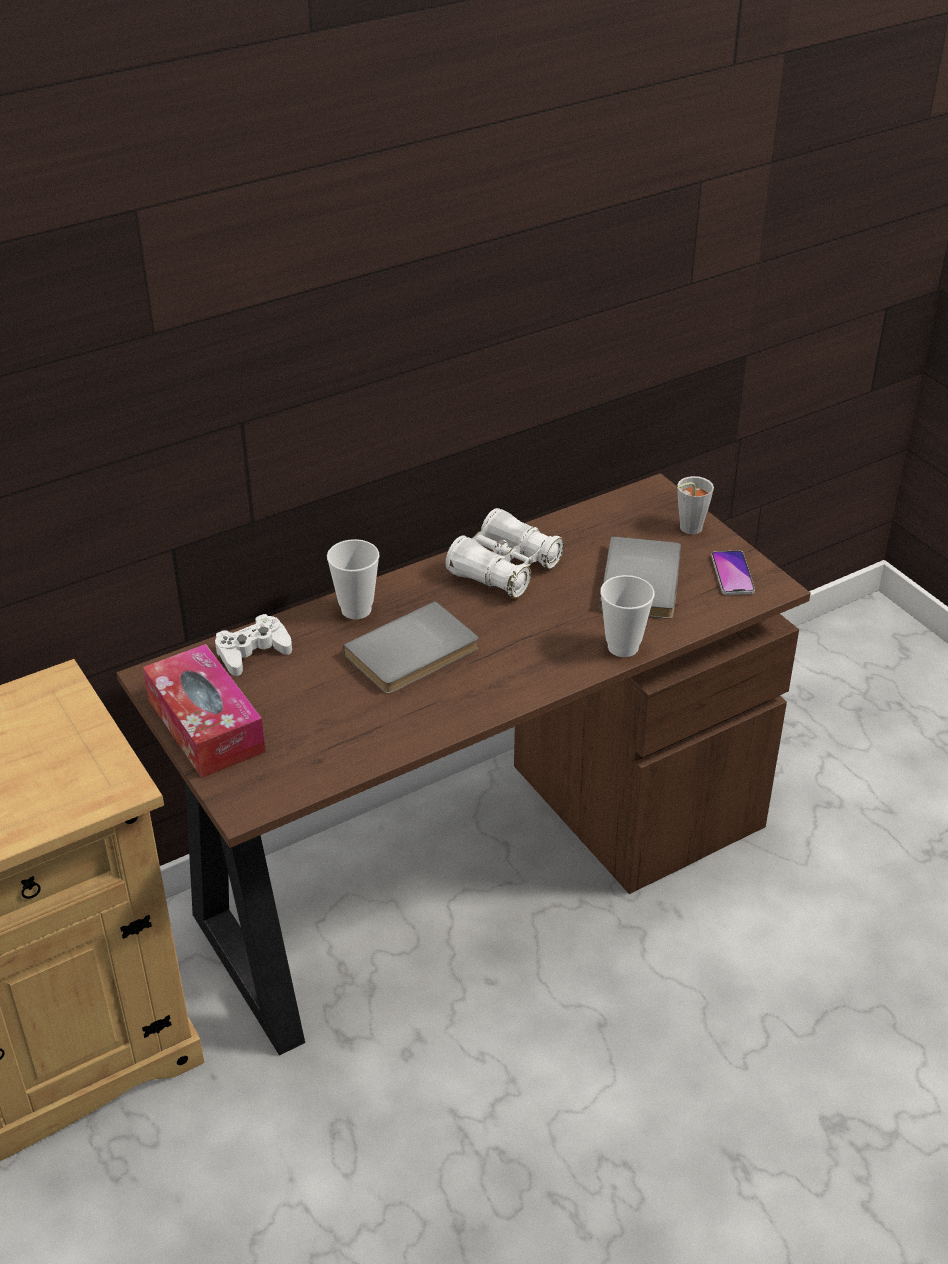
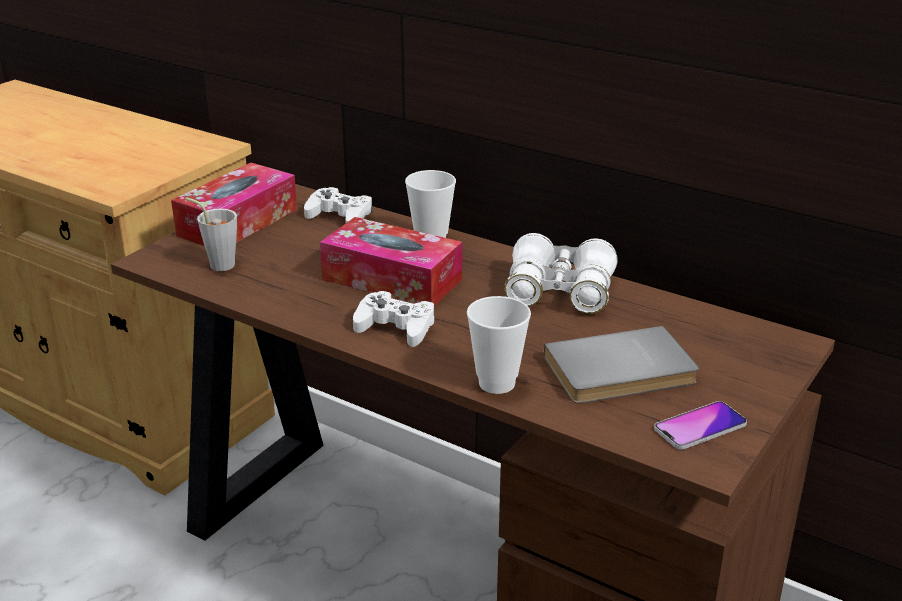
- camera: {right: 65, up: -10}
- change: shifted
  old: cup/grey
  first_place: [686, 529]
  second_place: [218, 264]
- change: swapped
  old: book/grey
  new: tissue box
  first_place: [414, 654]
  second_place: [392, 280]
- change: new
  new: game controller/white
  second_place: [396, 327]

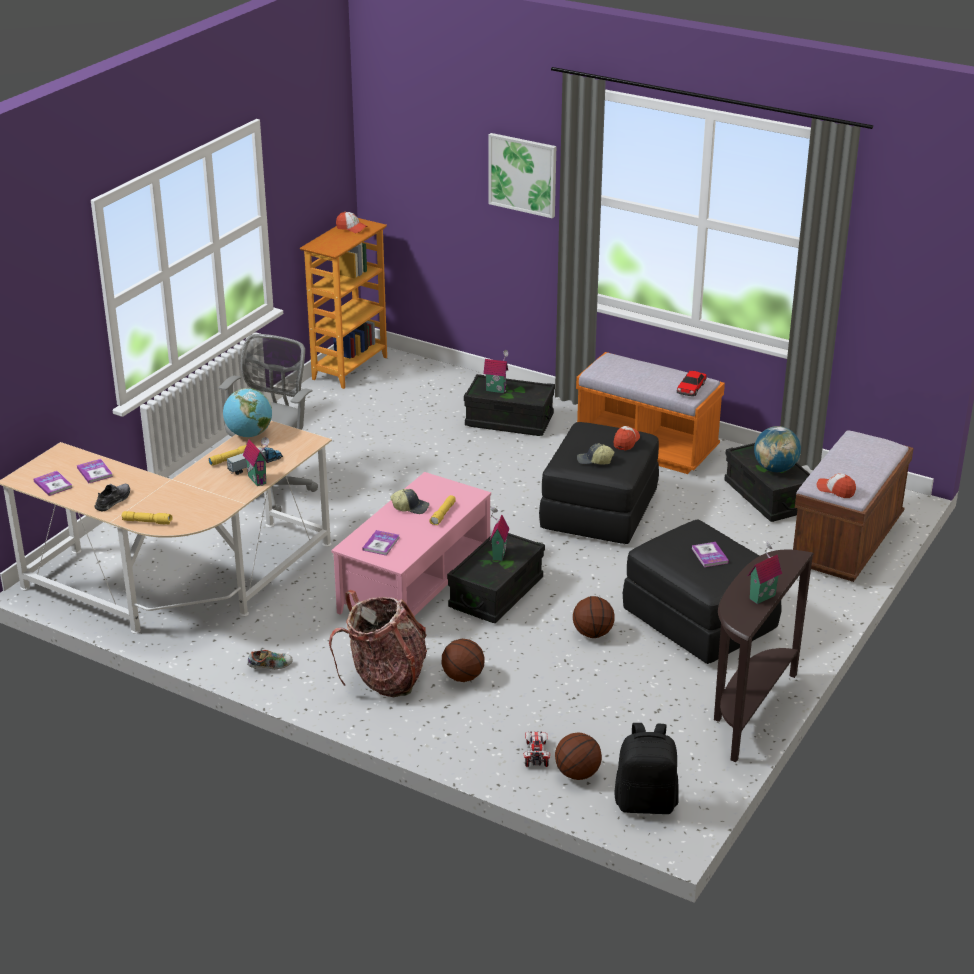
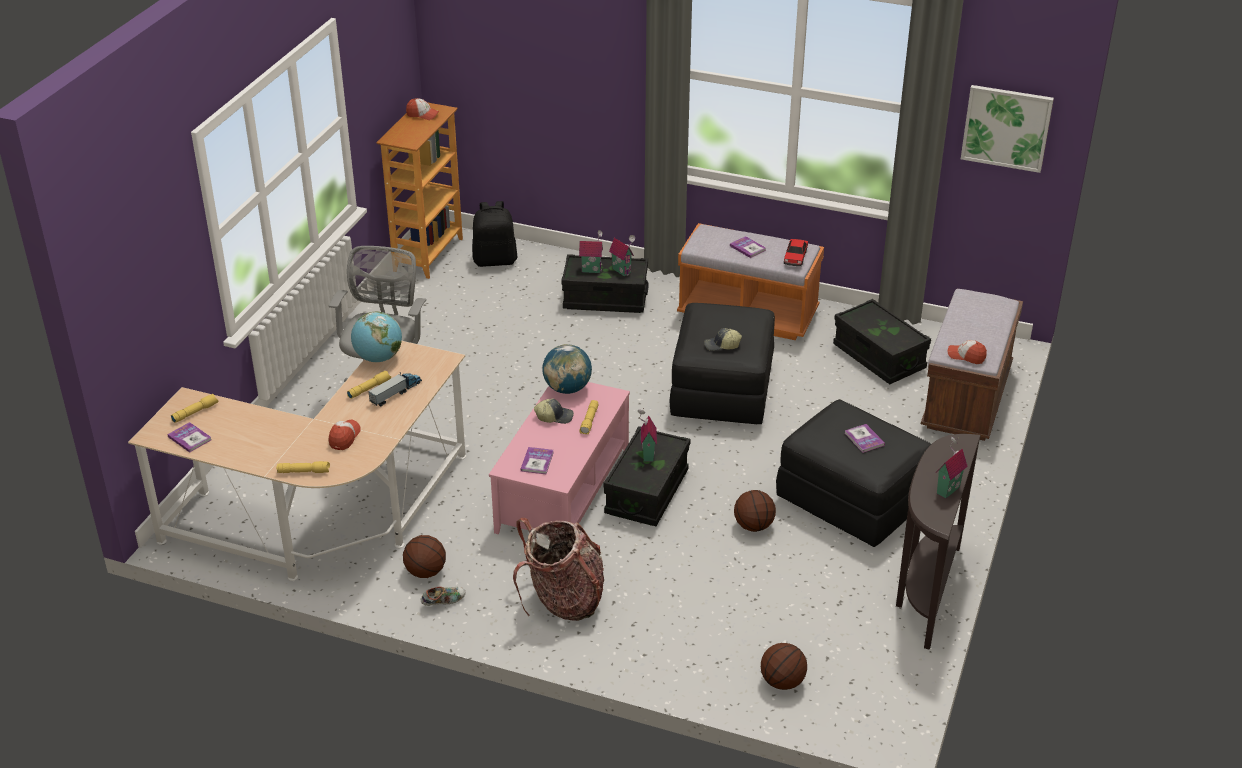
- camera: {right: -10, up: 5}
- change: new
  new: flashlight/yellow
  second_place: [195, 412]
- change: shifted
  old: cap
  first_place: [626, 441]
  second_place: [344, 437]
- change: shifted
  old: basketball
  first_place: [463, 677]
  second_place: [426, 572]
- change: shifted
  old: backpack/black
  first_place: [646, 802]
  second_place: [495, 260]
- change: shifted
  old: globe
  first_place: [775, 469]
  second_place: [567, 389]
- change: shifted
  old: toy house
  first_place: [258, 479]
  second_place: [622, 270]
- change: shifted
  old: book
  first_place: [95, 472]
  second_place: [748, 248]
- change: shifted
  old: picture
  first_place: [523, 174]
  second_place: [1006, 127]
- change: gone
  old: shoe/grey
  first_place: [113, 500]
- change: gone
  old: toy car
  first_place: [536, 754]

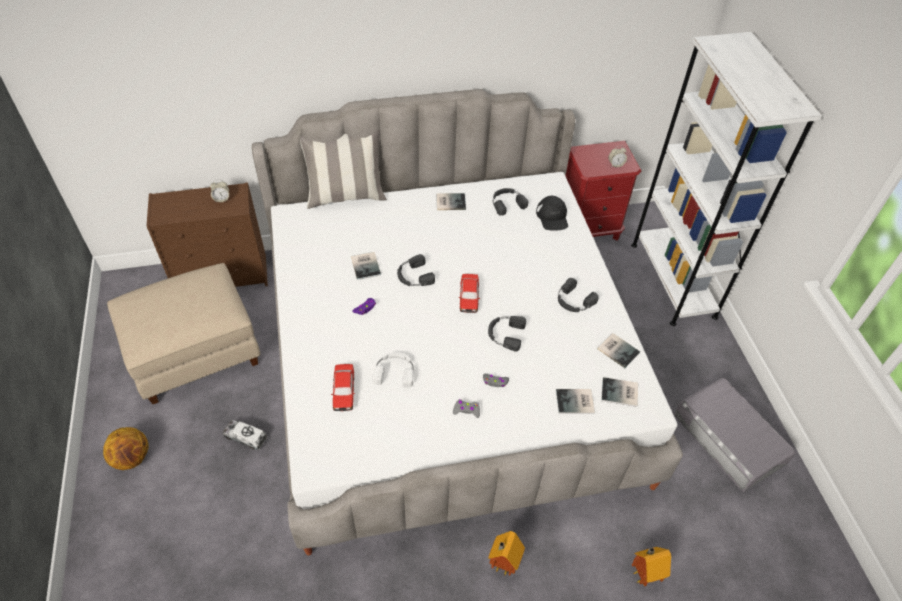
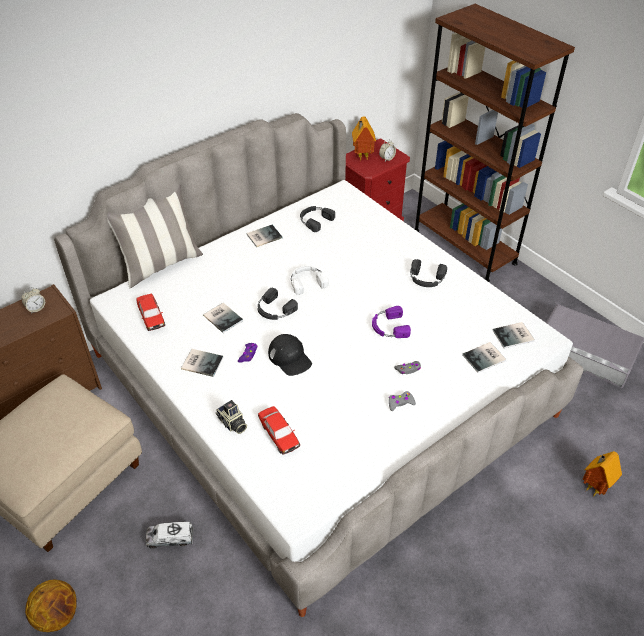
- camera: {right: -25, up: -5}
- change: shifted
  old: toy car
  first_place: [469, 297]
  second_place: [151, 316]
- change: shifted
  old: book
  first_place: [618, 349]
  second_place: [202, 362]
- change: new
  new: photo camera
  second_place: [232, 423]
- change: shifted
  old: cap/black
  first_place: [552, 217]
  second_place: [290, 358]
- change: shifted
  old: headphones/white
  first_place: [395, 371]
  second_place: [307, 281]
- change: shifted
  old: toy house
  first_place: [502, 563]
  second_place: [361, 156]
- change: repainted
  old: headphones/black
  new: headphones/purple
  first_place: [505, 334]
  second_place: [389, 327]
- change: repainted
  old: bookcase/white
  new: bookcase/brown
  first_place: [673, 280]
  second_place: [464, 246]

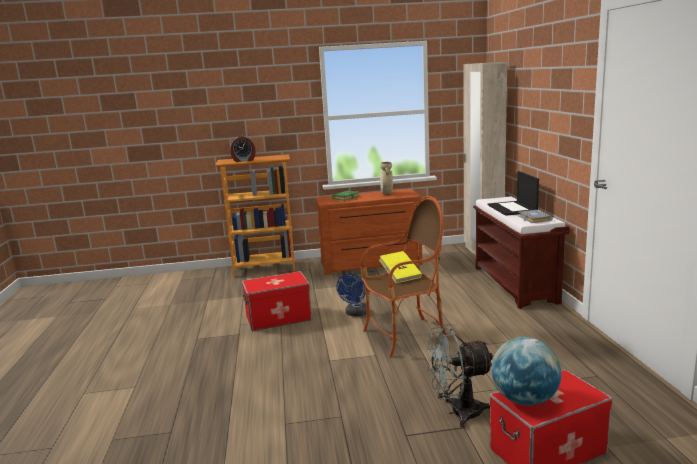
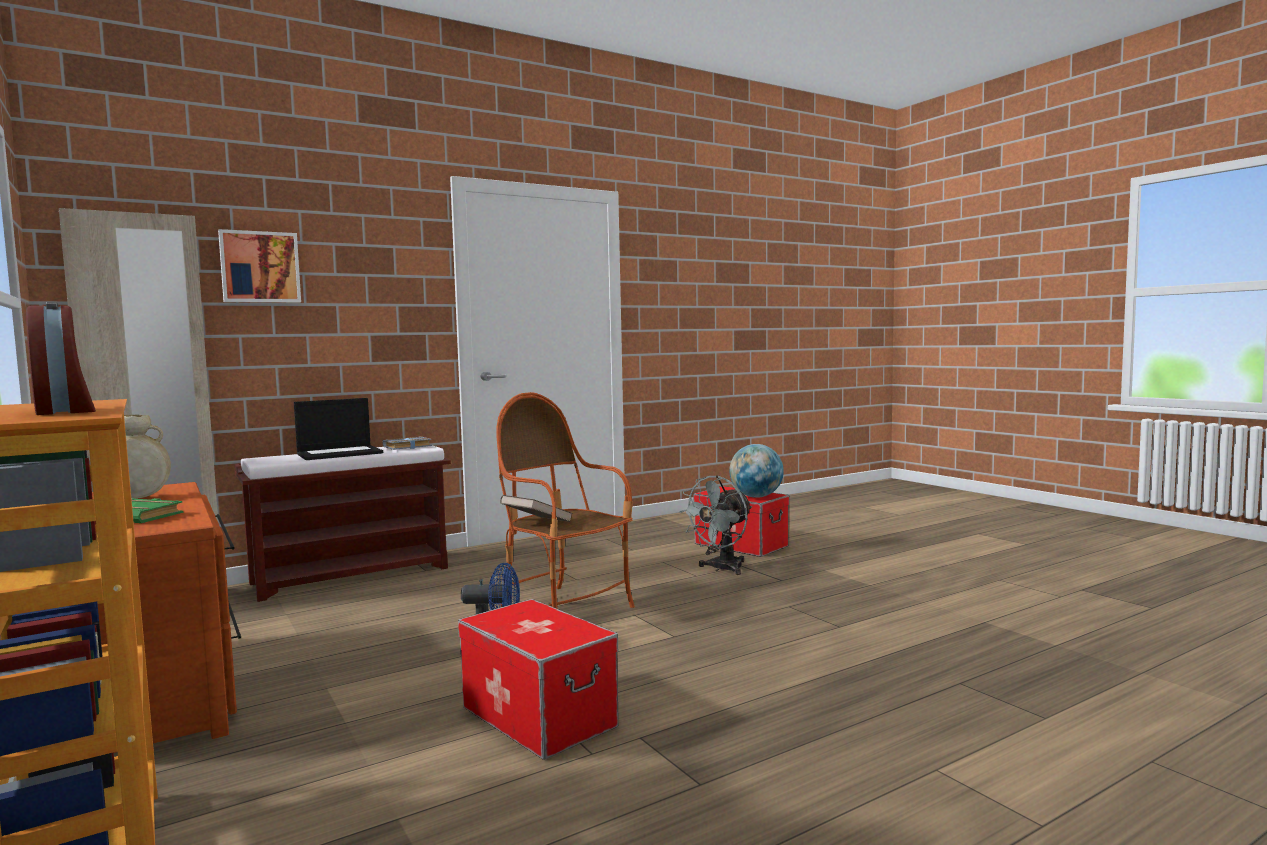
- camera: {right: -115, up: -10}
- change: new
  new: picture
  second_place: [260, 267]
- change: repainted
  old: book/yellow
  new: book/brown
  first_place: [400, 276]
  second_place: [537, 524]
- change: rotated
  old: fan/grey
  first_place: [458, 413]
  second_place: [721, 569]
  degrees: 75

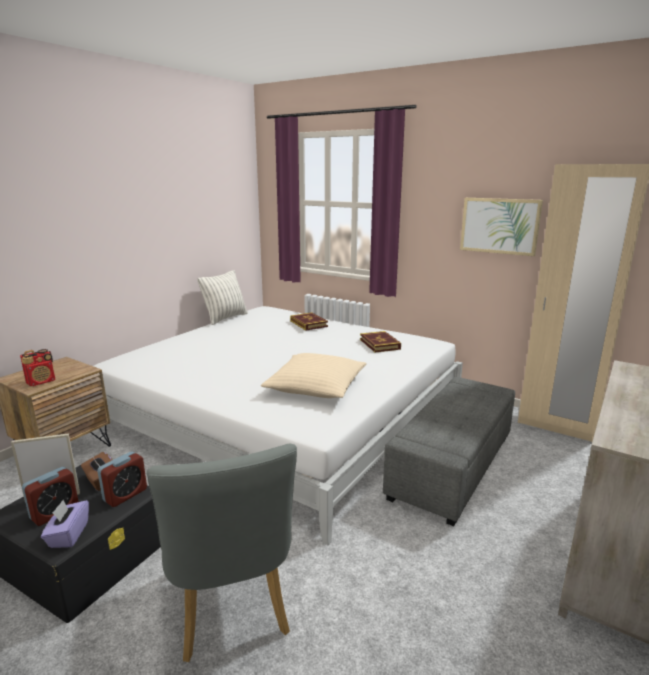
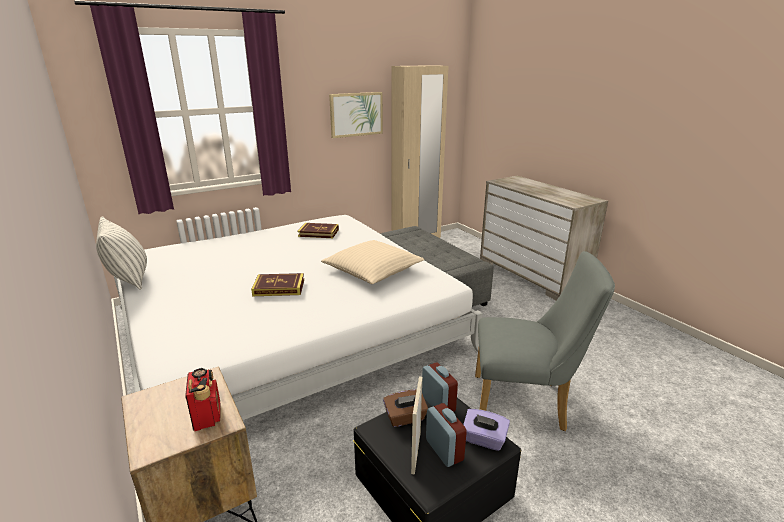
- camera: {right: -65, up: 5}
- change: shifted
  old: book
  first_place: [308, 323]
  second_place: [279, 288]

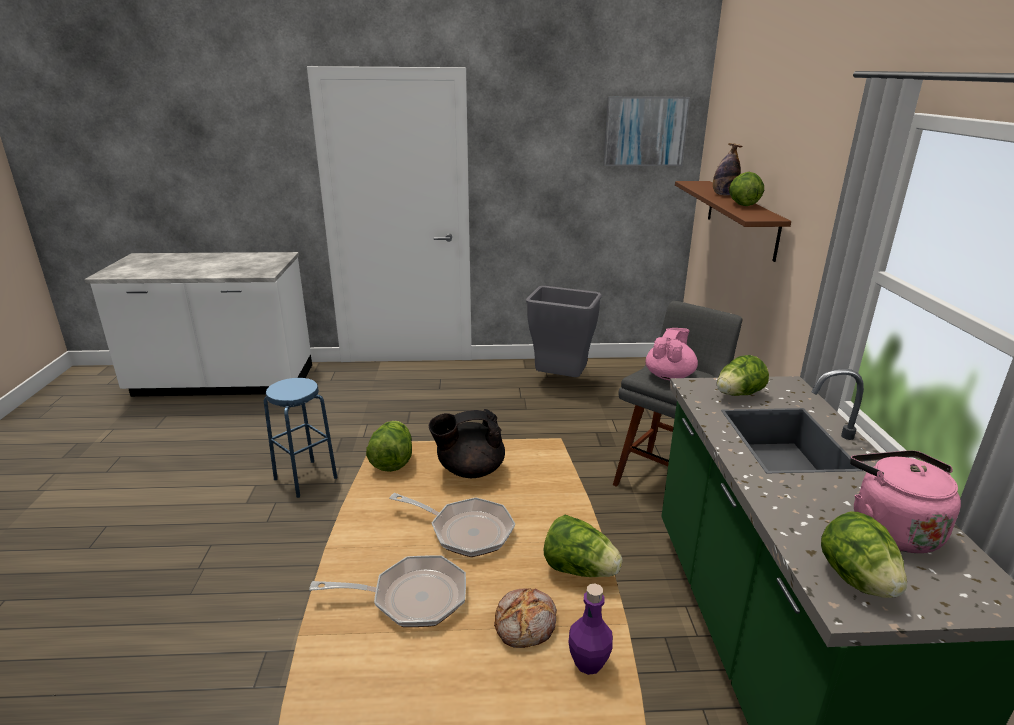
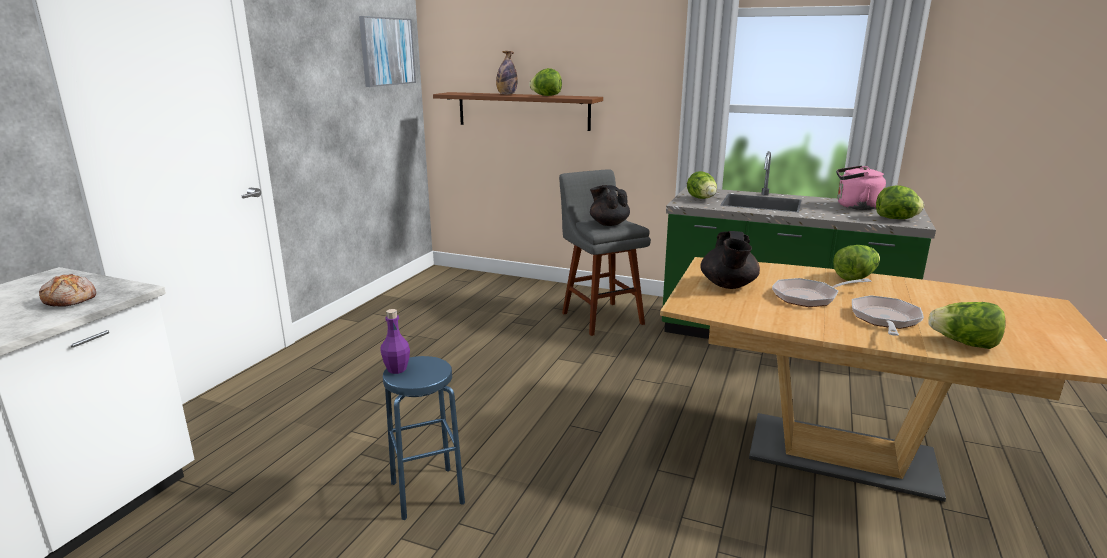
- camera: {right: -65, up: -5}
- change: shifted
  old: bread
  first_place: [526, 624]
  second_place: [71, 300]
- change: shifted
  old: bottle/purple
  first_place: [588, 663]
  second_place: [397, 369]
- change: repainted
  old: teapot/pink
  new: teapot/black
  first_place: [669, 376]
  second_place: [608, 224]
- change: rotated
  old: frying pan
  first_place: [465, 531]
  second_place: [809, 297]
  degrees: -150
- change: shifted
  old: lettuce
  first_place: [392, 460]
  second_place: [964, 343]
- change: gone
  old: trash can/grey
  first_place: [561, 381]

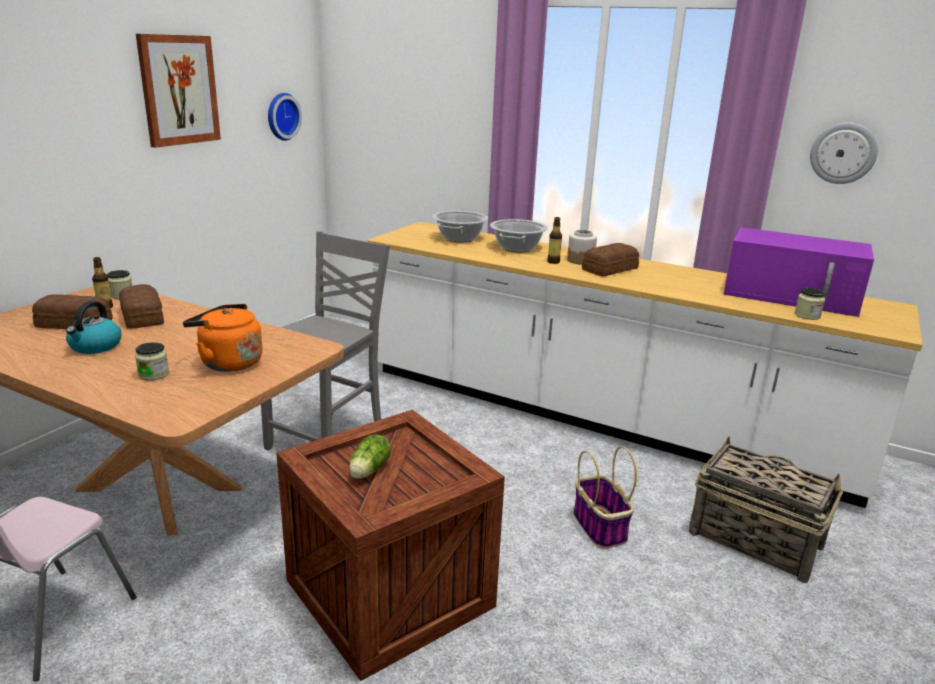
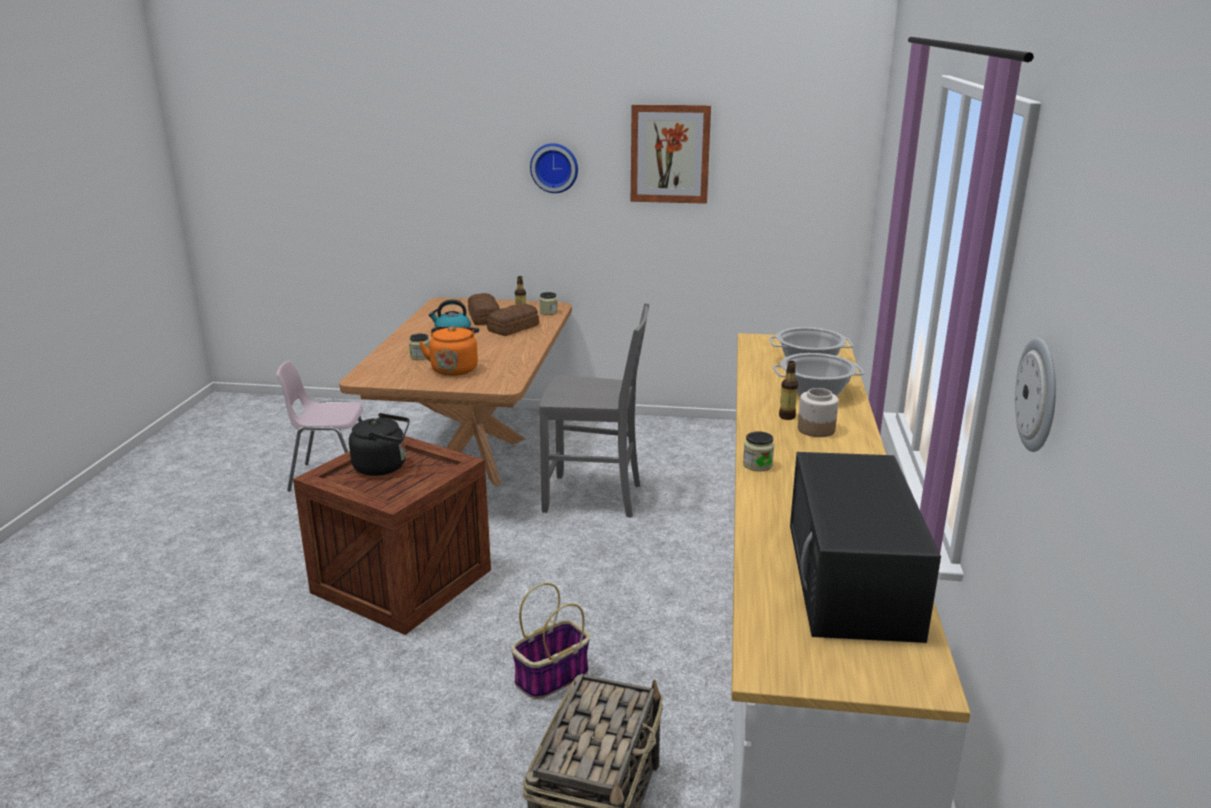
- camera: {right: 70, up: 0}
- change: swapped
  old: lettuce
  new: kettle/black
  first_place: [368, 471]
  second_place: [384, 467]
- change: shifted
  old: wall clock
  first_place: [281, 116]
  second_place: [554, 167]
- change: shifted
  old: jar
  first_place: [807, 315]
  second_place: [757, 465]
- change: repainted
  old: microwave/purple
  new: microwave/black
  first_place: [792, 296]
  second_place: [852, 580]
- change: gone
  old: bread
  first_place: [608, 269]

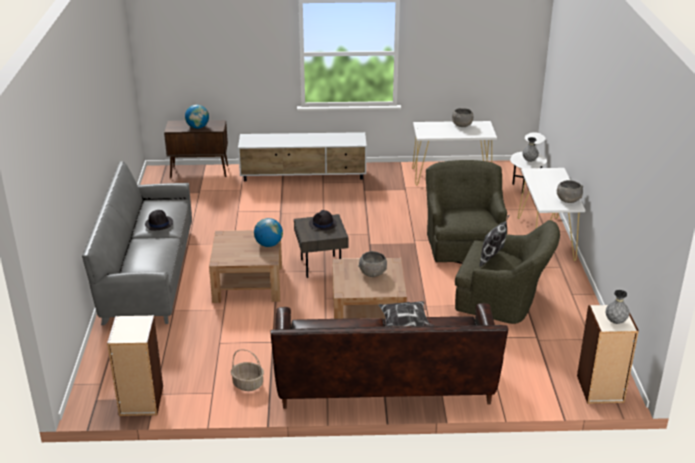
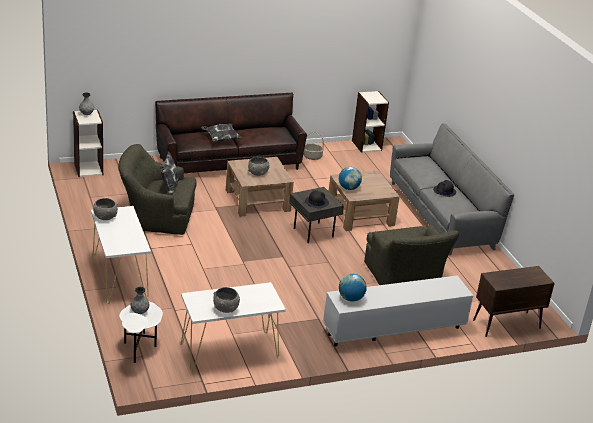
- camera: {right: 160, up: 0}
- change: shifted
  old: globe
  first_place: [198, 127]
  second_place: [350, 298]
- change: shifted
  old: armchair/green
  first_place: [463, 244]
  second_place: [405, 278]

